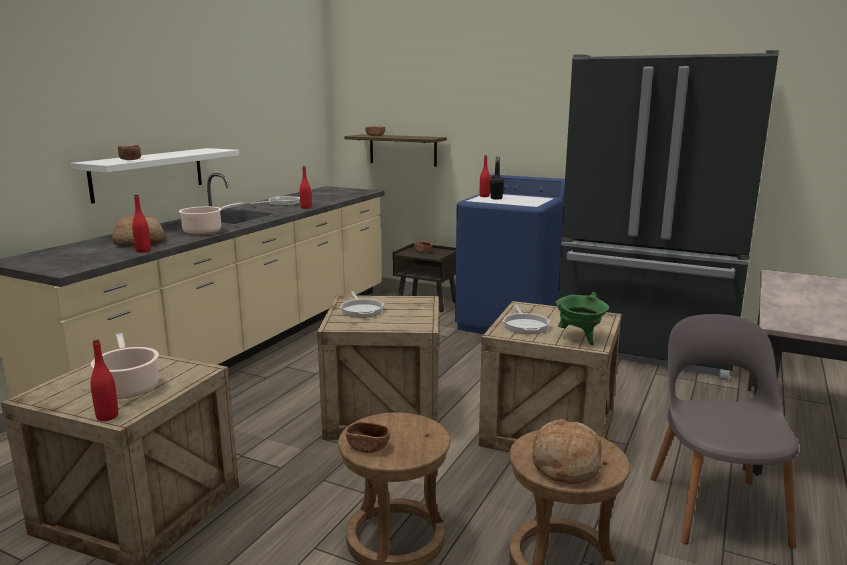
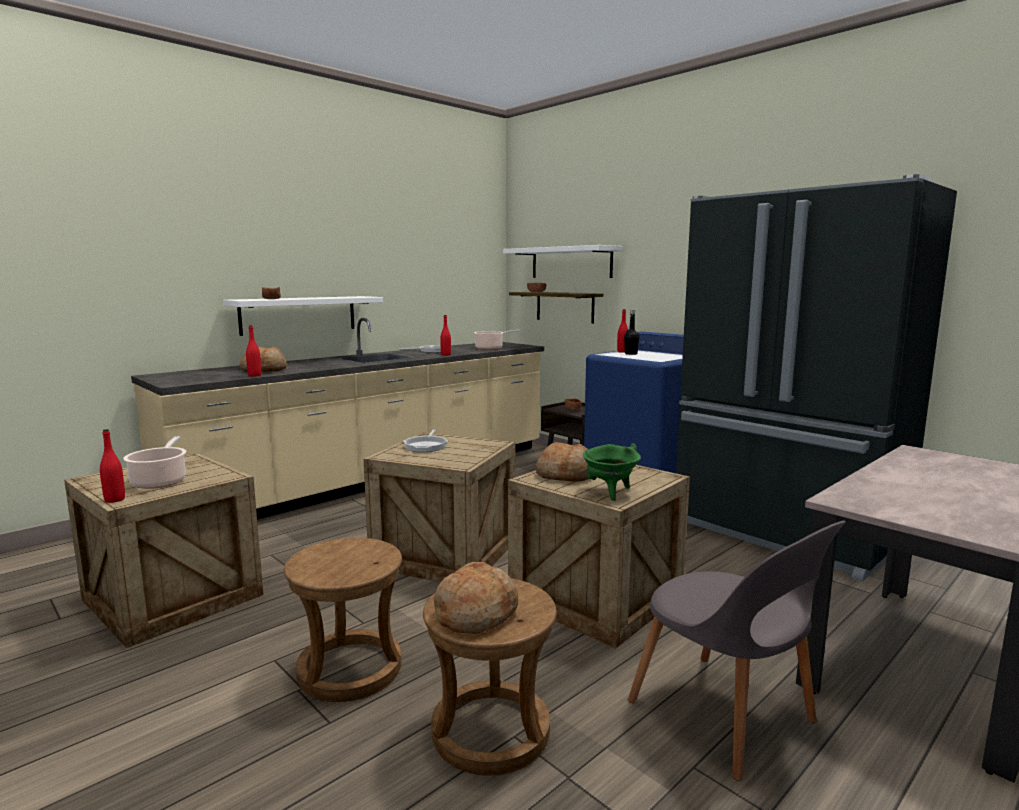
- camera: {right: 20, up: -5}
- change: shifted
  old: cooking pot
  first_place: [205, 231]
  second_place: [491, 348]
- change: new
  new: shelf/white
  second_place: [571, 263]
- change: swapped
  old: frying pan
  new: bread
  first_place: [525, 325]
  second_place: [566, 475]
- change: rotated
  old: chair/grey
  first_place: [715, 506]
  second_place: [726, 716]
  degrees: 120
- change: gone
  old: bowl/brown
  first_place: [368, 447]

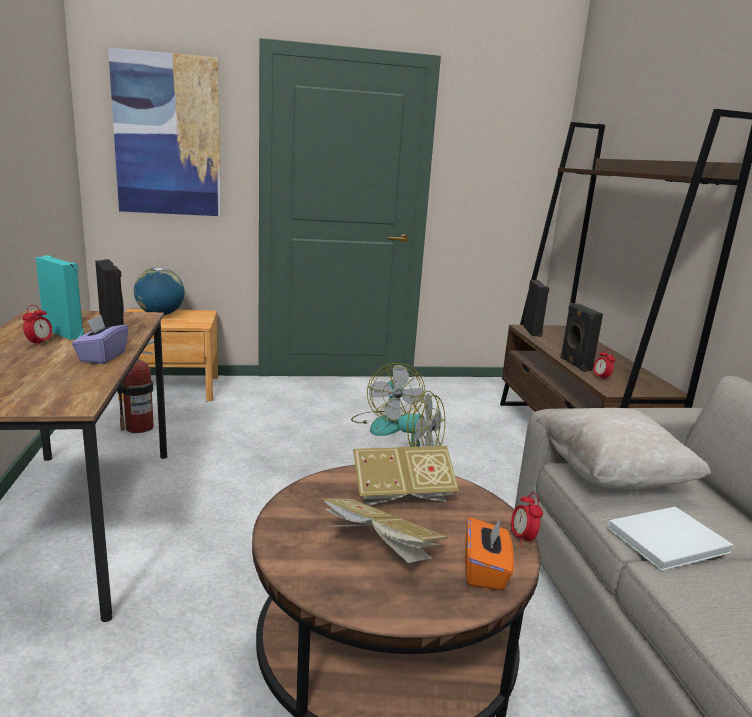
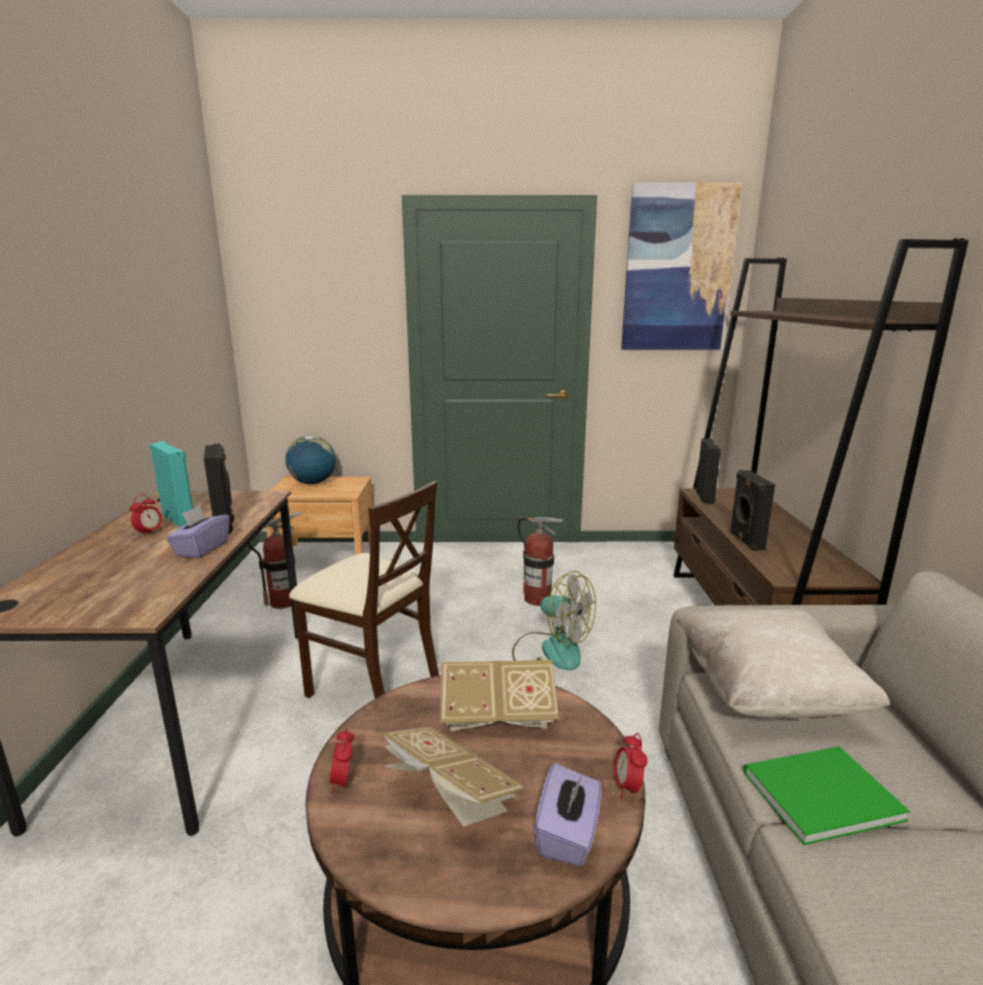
- camera: {right: 10, up: 0}
- change: new
  new: chair/beige
  second_place: [373, 686]
- change: shifted
  old: alarm clock
  first_place: [601, 378]
  second_place: [343, 782]
- change: swapped
  old: fan
  new: fire extinguisher
  first_place: [384, 423]
  second_place: [537, 599]
- change: repainted
  old: tissue box/orange
  new: tissue box/purple
  first_place: [485, 571]
  second_place: [568, 834]
- change: shifted
  old: picture
  first_place: [168, 136]
  second_place: [678, 269]
- change: repainted
  old: book/white
  new: book/green
  first_place: [663, 538]
  second_place: [815, 793]

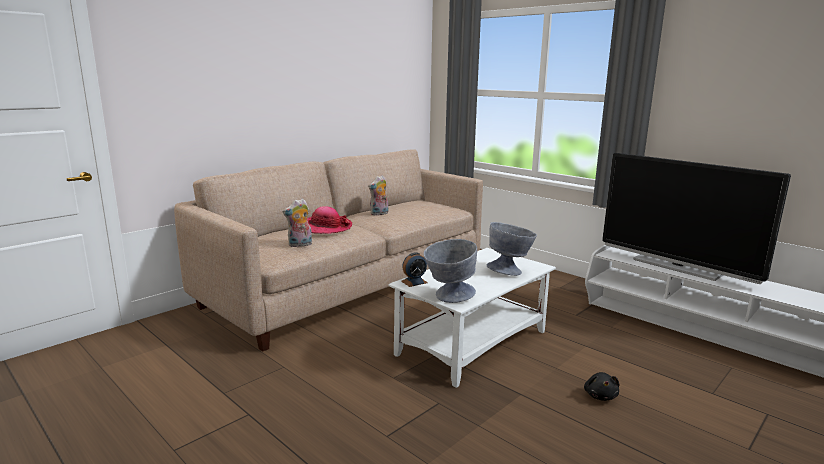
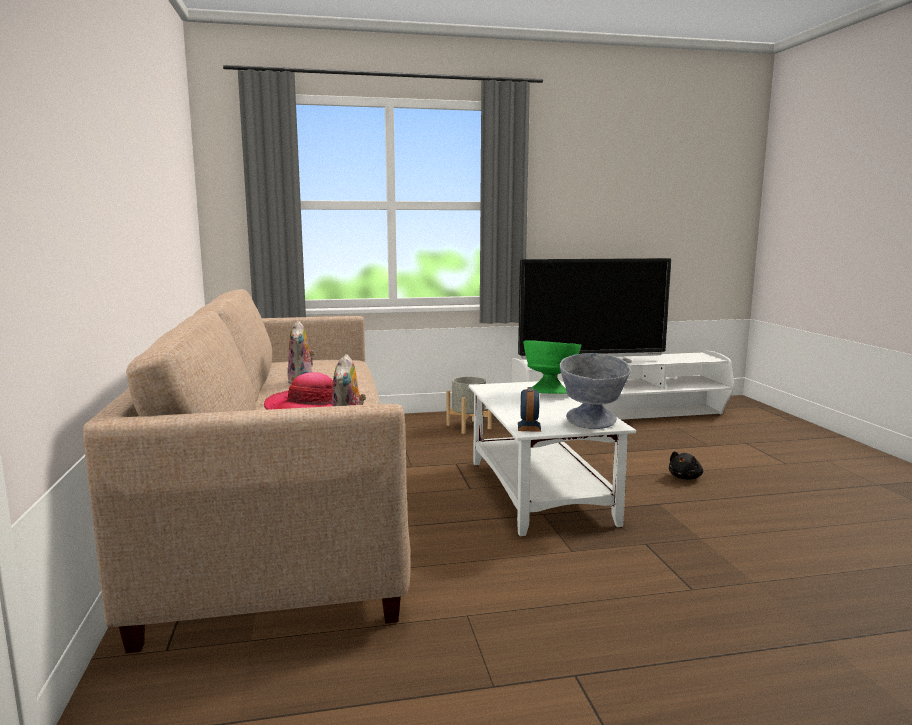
- camera: {right: -55, up: -5}
- change: new
  new: planter/grey
  second_place: [468, 426]
- change: repainted
  old: bowl/grey
  new: bowl/green
  first_place: [510, 271]
  second_place: [550, 393]
- change: rotated
  old: plush toy/black
  first_place: [600, 395]
  second_place: [685, 477]
  degrees: 90

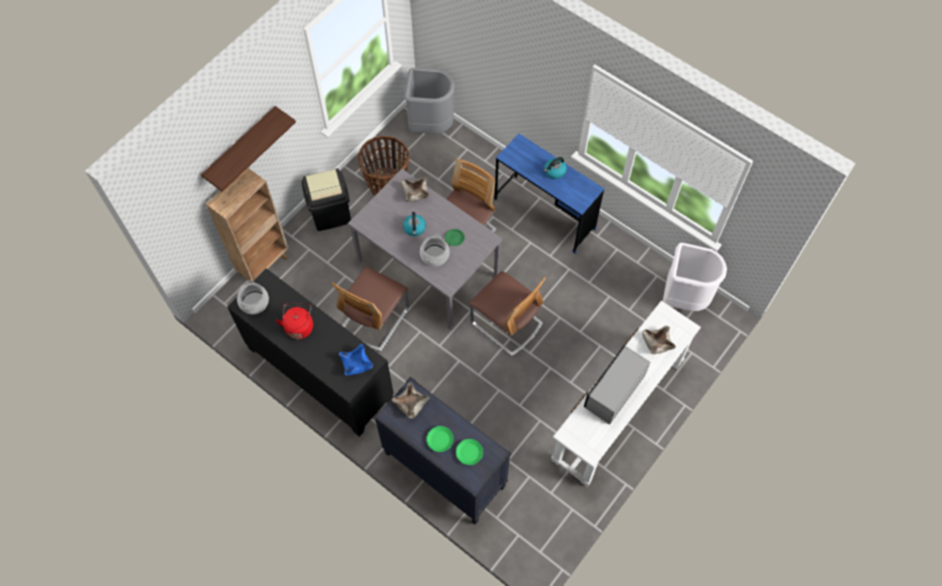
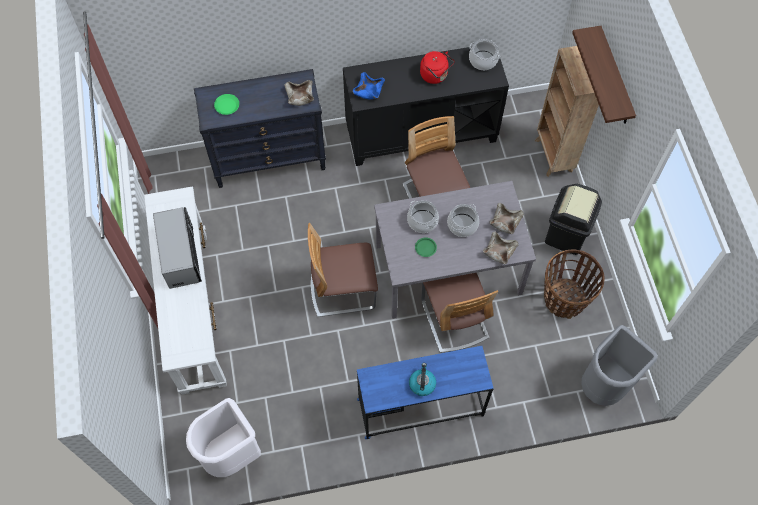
- camera: {right: 130, up: 0}
- change: swapped
  old: kettle
  new: cooking pot
  first_place: [414, 228]
  second_place: [462, 225]
- change: shifted
  old: bowl/beige
  first_place: [657, 342]
  second_place: [505, 222]
- change: gone
  old: plate/green
  first_place: [440, 439]

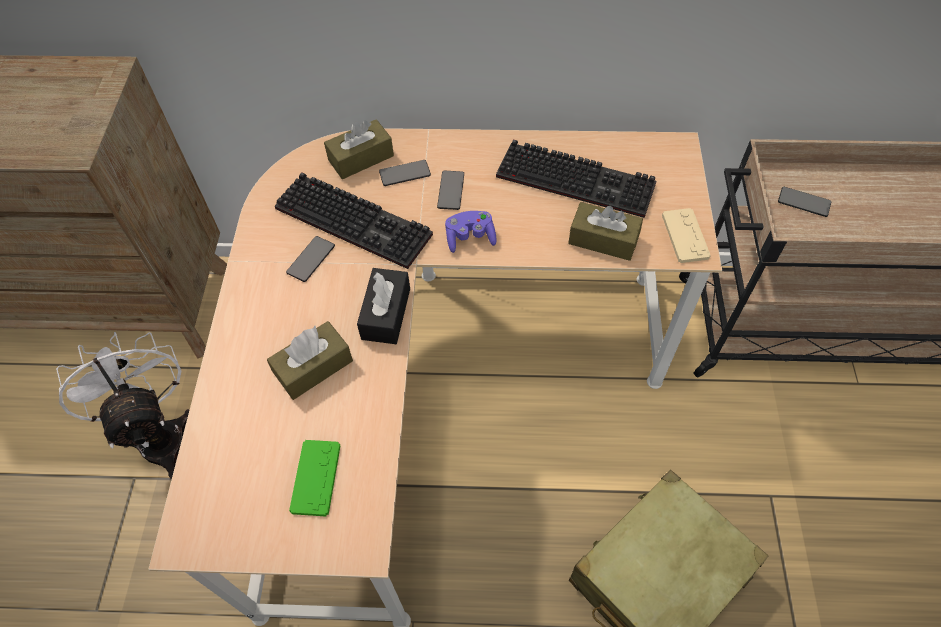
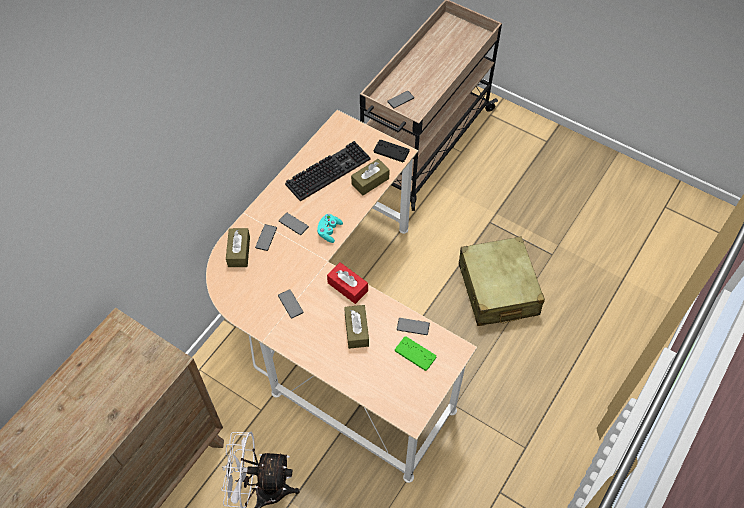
- camera: {right: -60, up: 0}
- change: repainted
  old: game controller/purple
  new: game controller/turquoise
  first_place: [470, 238]
  second_place: [329, 231]
- change: repainted
  old: tissue box/black
  new: tissue box/red
  first_place: [386, 313]
  second_place: [347, 287]
- change: repainted
  old: game controller/beige
  new: game controller/black
  first_place: [685, 236]
  second_place: [391, 151]
- change: new
  new: phone
  second_place: [413, 326]
- change: gone
  old: keyboard
  first_place: [357, 221]

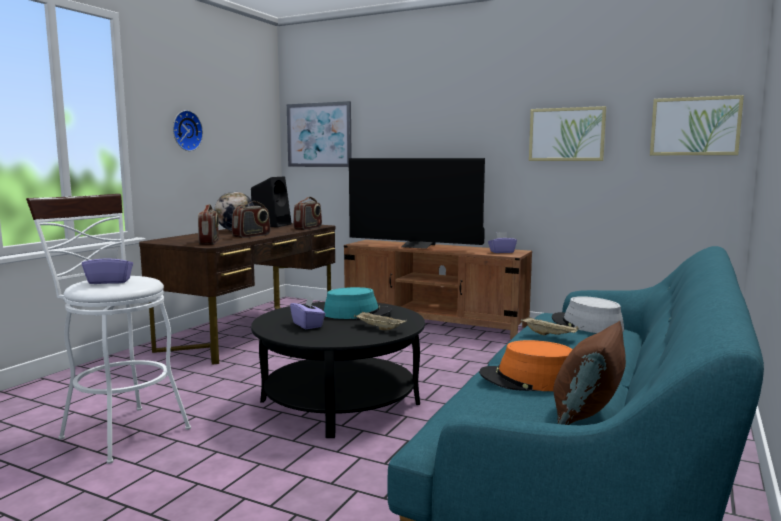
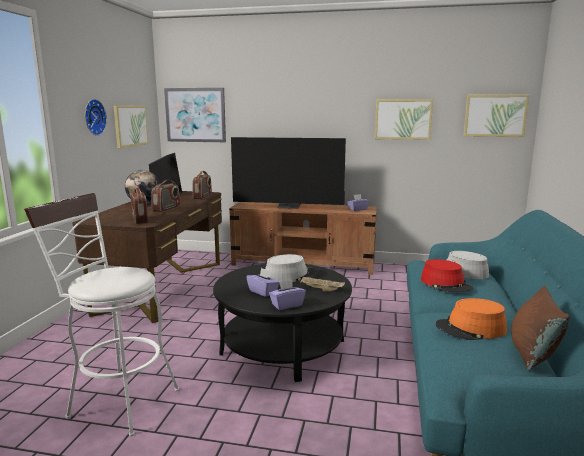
- camera: {right: -15, up: 5}
- change: new
  new: picture
  second_place: [130, 125]
- change: repainted
  old: hat/turquoise
  new: hat/grey
  first_place: [357, 313]
  second_place: [290, 276]
- change: shifted
  old: tissue box/purple
  first_place: [109, 281]
  second_place: [287, 305]
- change: swapped
  old: tray/beige
  new: hat/red
  first_place: [549, 335]
  second_place: [446, 284]

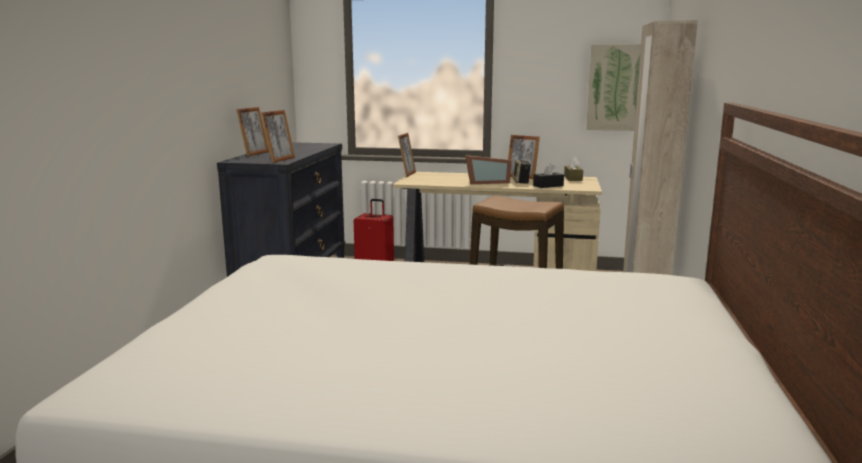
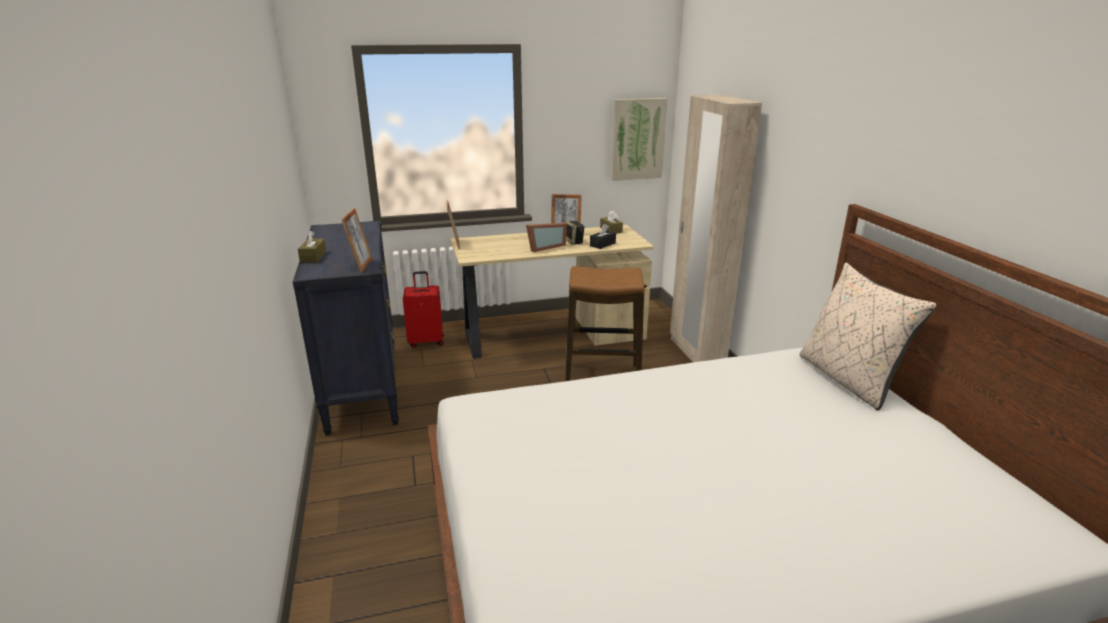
- camera: {right: -25, up: 10}
- change: swapped
  old: picture frame
  new: tissue box/brown
  first_place: [254, 154]
  second_place: [313, 256]
- change: new
  new: pillow/beige
  second_place: [848, 379]

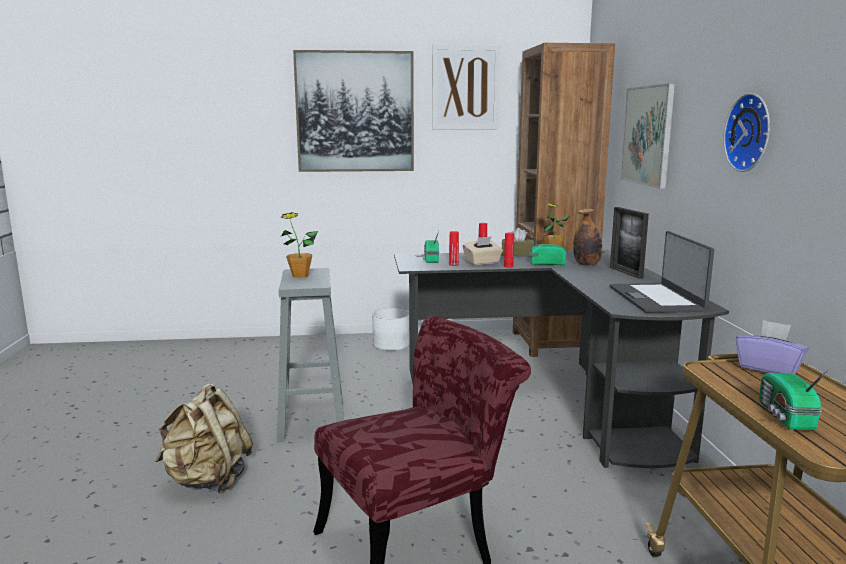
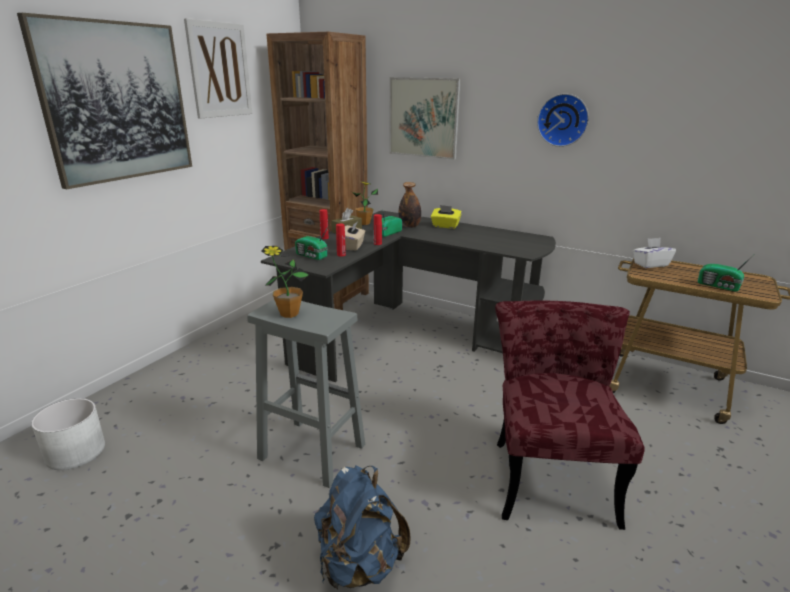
- camera: {right: -55, up: 10}
- change: shifted
  old: planter/white
  first_place: [392, 344]
  second_place: [76, 451]
- change: repainted
  old: backpack/beige
  new: backpack/blue
  first_place: [208, 481]
  second_place: [359, 563]
- change: swapped
  old: picture frame
  new: tissue box/yellow
  first_place: [626, 272]
  second_place: [445, 226]
- change: repainted
  old: tissue box/purple
  new: tissue box/white
  first_place: [769, 368]
  second_place: [650, 264]
- change: gone
  old: laptop
  first_place: [656, 299]

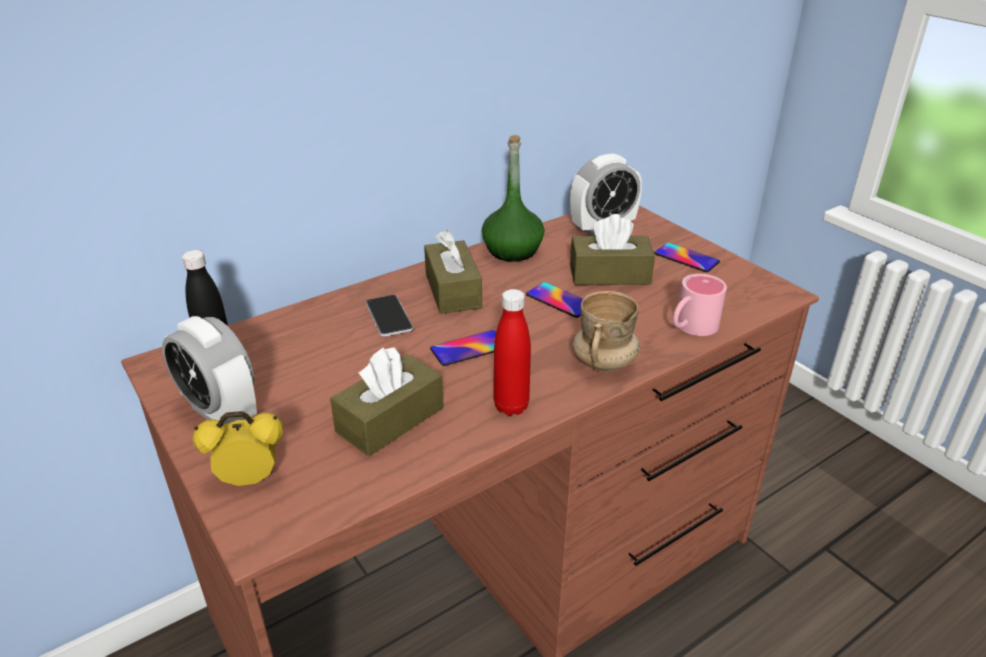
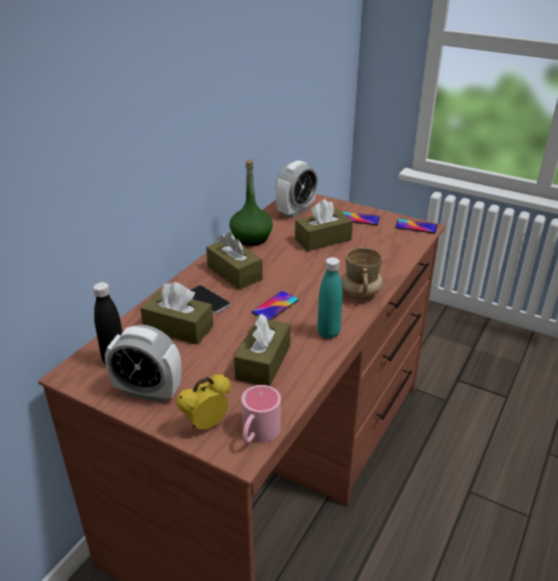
- camera: {right: -25, up: 0}
- change: new
  new: tissue box/brown
  second_place: [178, 327]
- change: shifted
  old: mug/pink
  first_place: [690, 327]
  second_place: [257, 434]
- change: repainted
  old: bottle/red
  new: bottle/turquoise
  first_place: [511, 406]
  second_place: [328, 333]
- change: shifted
  old: phone
  first_place: [559, 300]
  second_place: [416, 226]

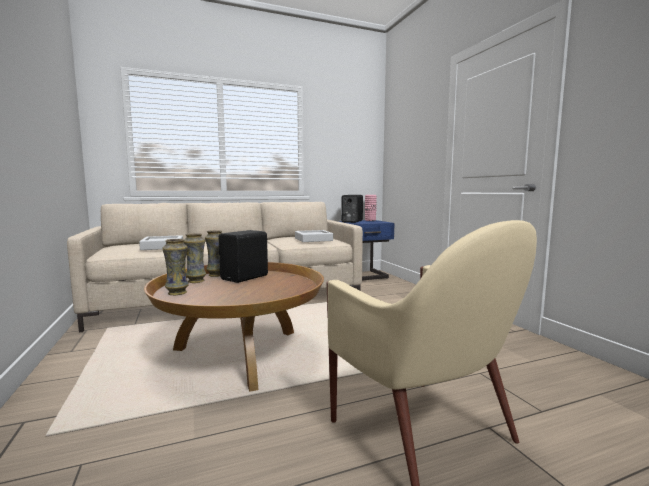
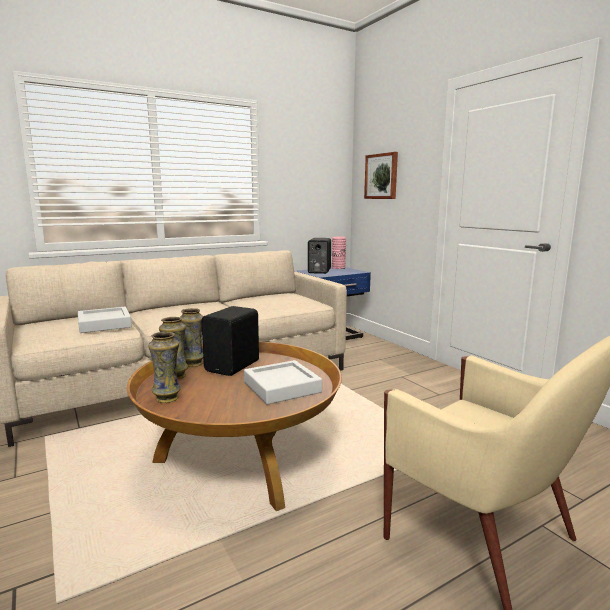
- camera: {right: -10, up: 5}
- change: shifted
  old: tray/grey
  first_place: [313, 239]
  second_place: [282, 387]
- change: new
  new: picture
  second_place: [381, 176]

